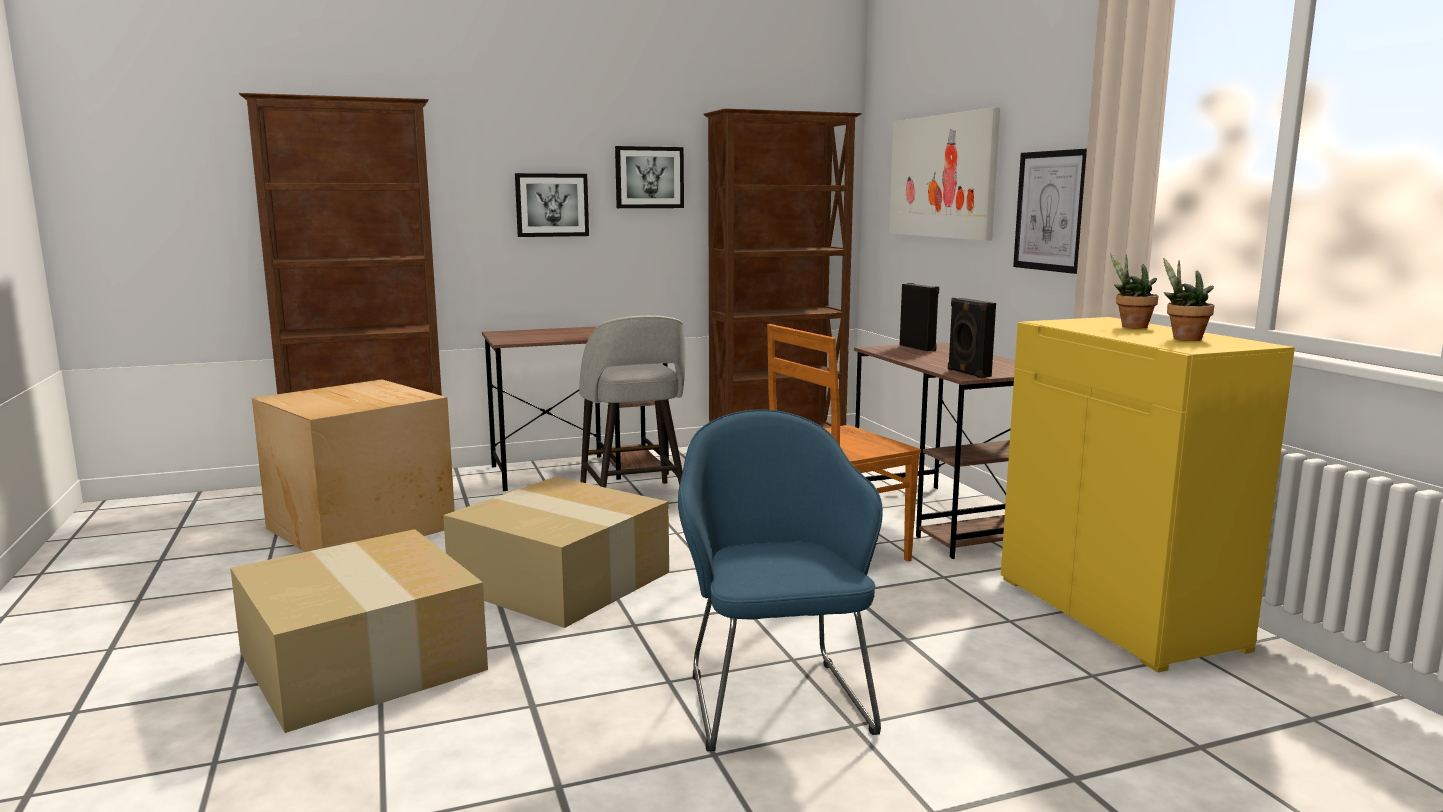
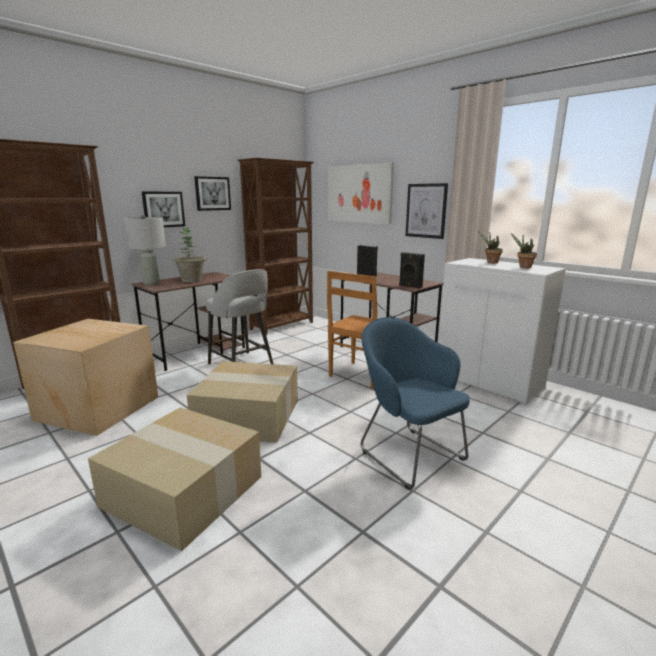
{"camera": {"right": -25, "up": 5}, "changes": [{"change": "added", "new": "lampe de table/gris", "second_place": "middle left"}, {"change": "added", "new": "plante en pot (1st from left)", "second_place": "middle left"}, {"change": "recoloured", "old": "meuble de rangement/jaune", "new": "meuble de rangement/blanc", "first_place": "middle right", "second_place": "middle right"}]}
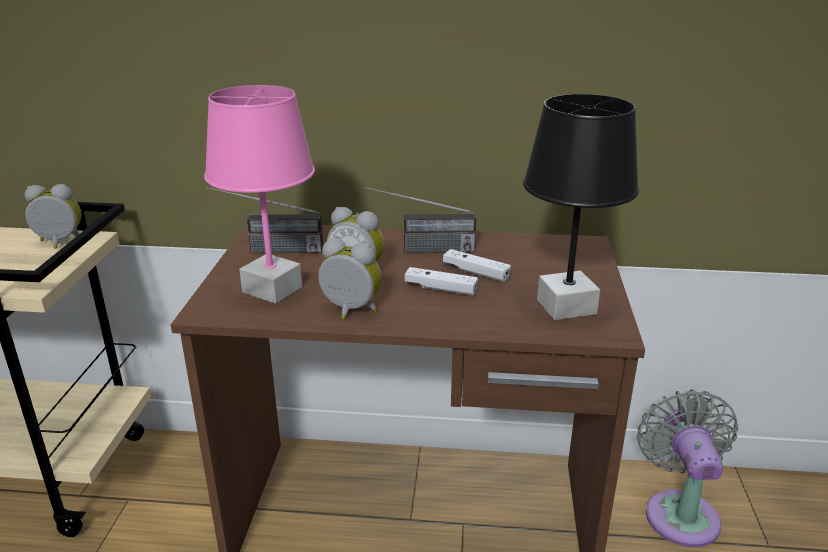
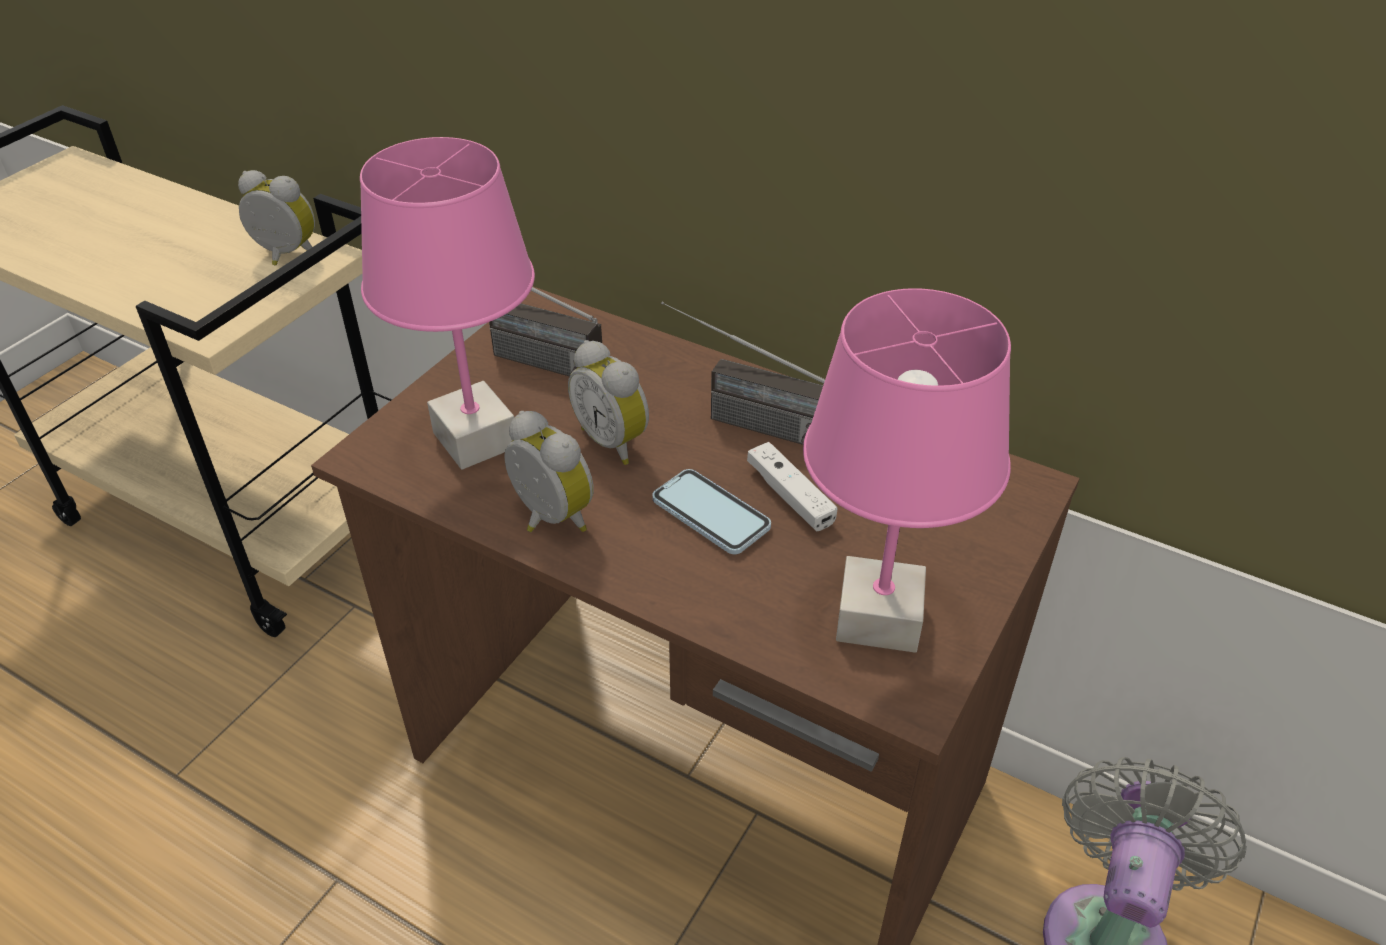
{"camera": {"right": 25, "up": 15}, "changes": [{"change": "replaced", "old": "manette/blanc (1st from left)", "new": "téléphone", "first_place": "centre", "second_place": "centre"}, {"change": "recoloured", "old": "lampe de table/noir", "new": "lampe de table/rose (2nd from left)", "first_place": "middle right", "second_place": "centre"}]}
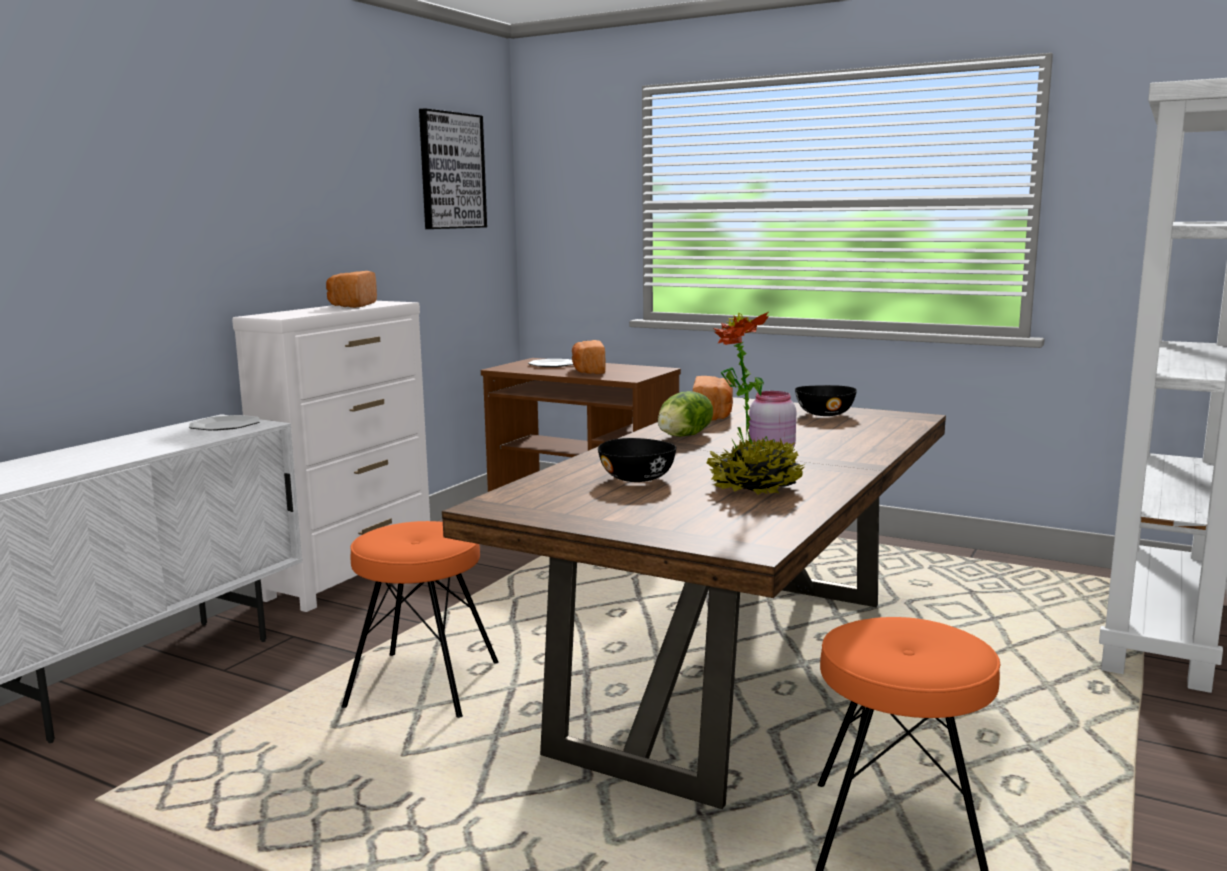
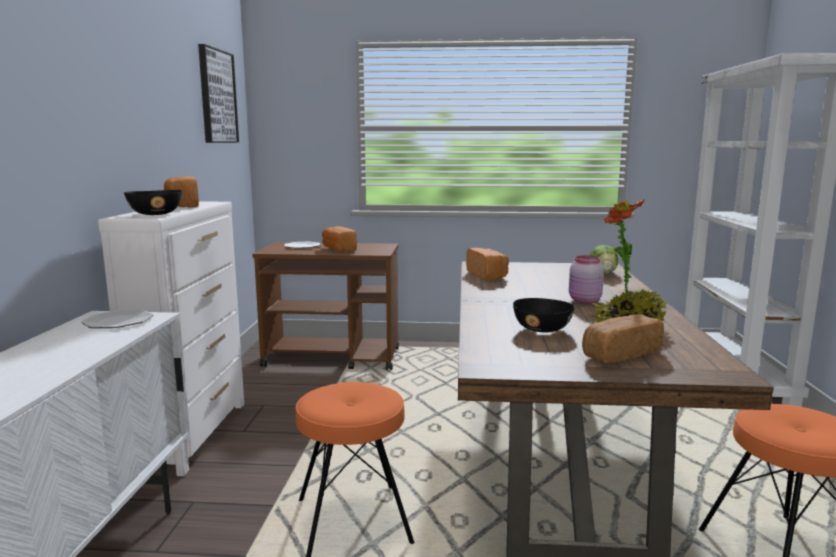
{"camera": {"right": -25, "up": 0}, "changes": [{"change": "added", "new": "pain (4th from left)", "second_place": "middle right"}, {"change": "moved", "old": "laitue", "first_place": "centre", "second_place": "middle right"}, {"change": "moved", "old": "bol/noir (2nd from left in the first image)", "new": "bol/noir (1st from left)", "first_place": "middle right", "second_place": "middle left"}]}
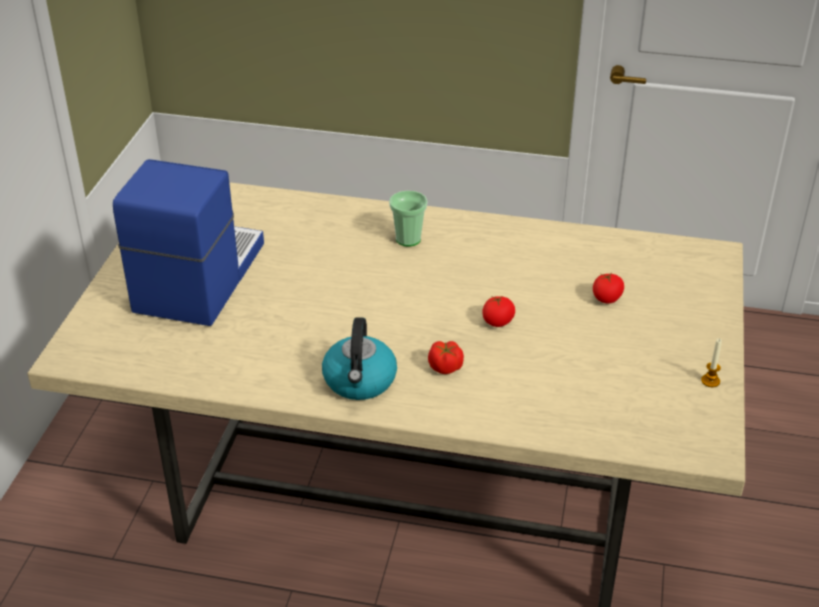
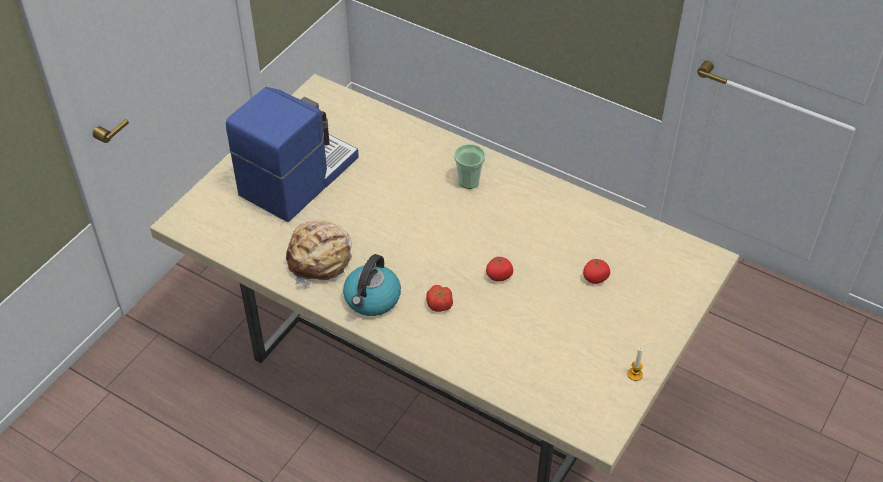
{"camera": {"right": 20, "up": 10}, "changes": [{"change": "added", "new": "pain", "second_place": "centre"}]}
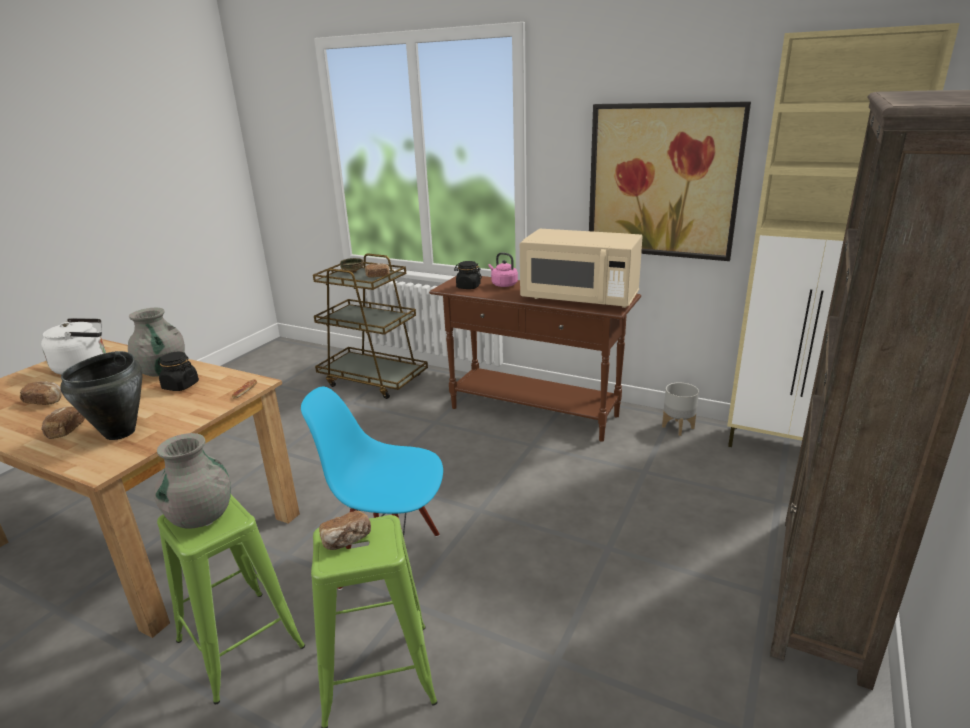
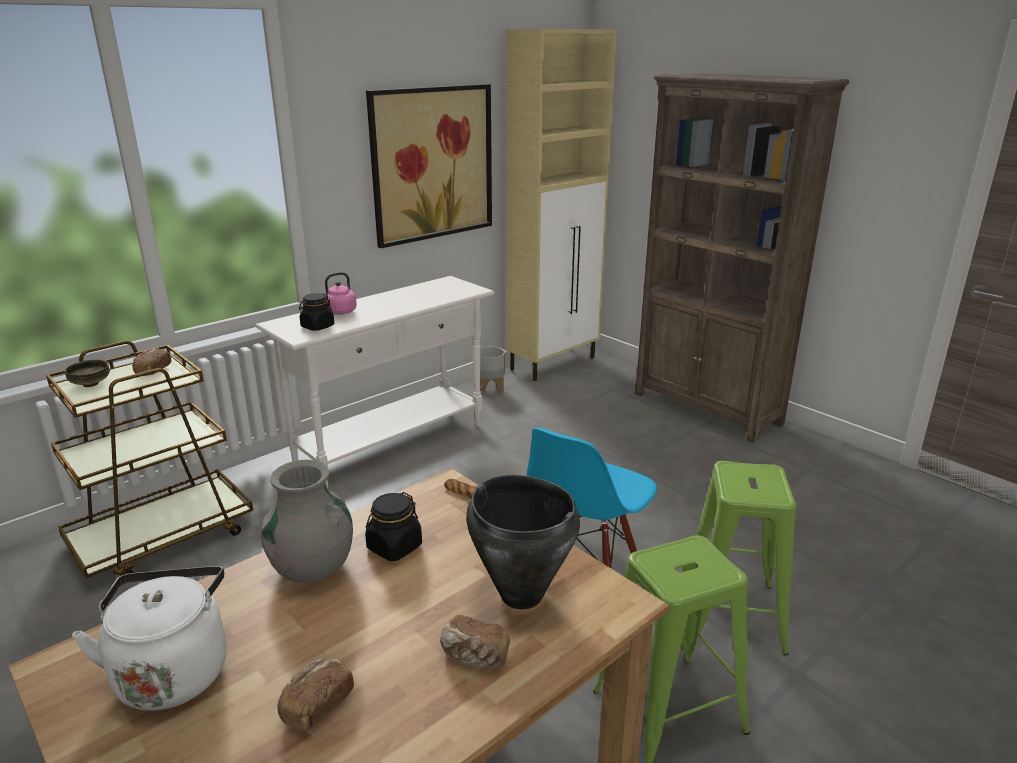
{"camera": {"right": -70, "up": 0}, "changes": [{"change": "removed", "old": "vase/gris (2nd from left)", "first_place": "middle left"}, {"change": "removed", "old": "pain (4th from left)", "first_place": "bottom centre"}, {"change": "removed", "old": "micro-ondes/beige", "first_place": "centre"}, {"change": "recoloured", "old": "table console/marron", "new": "table console/blanc", "first_place": "centre", "second_place": "centre"}]}
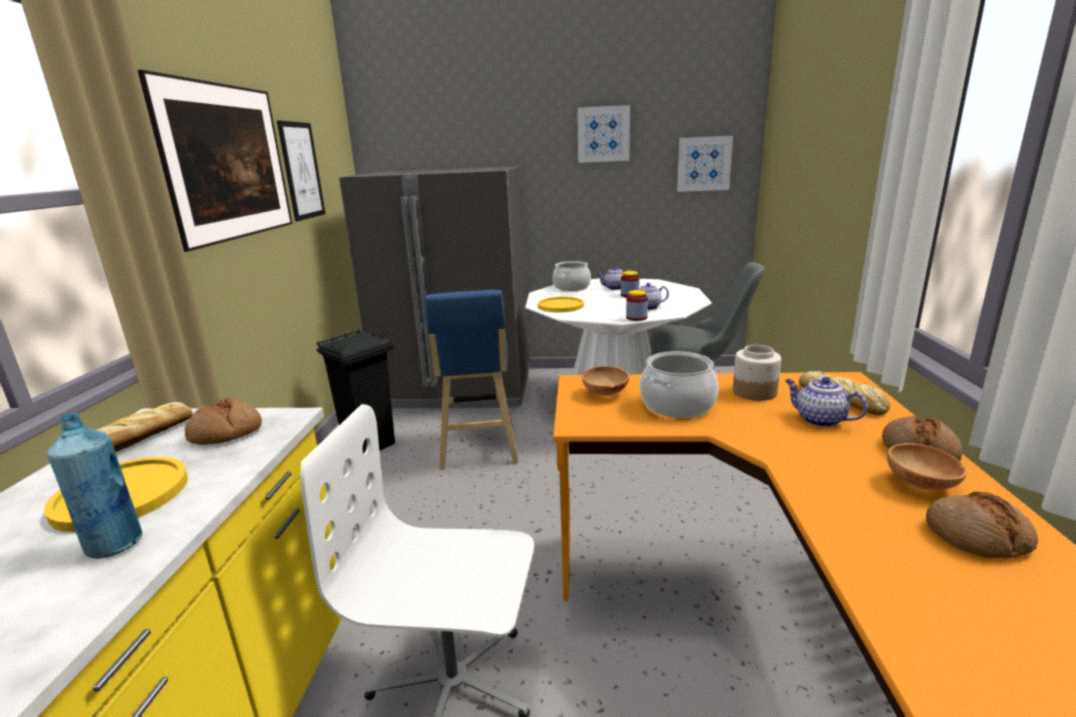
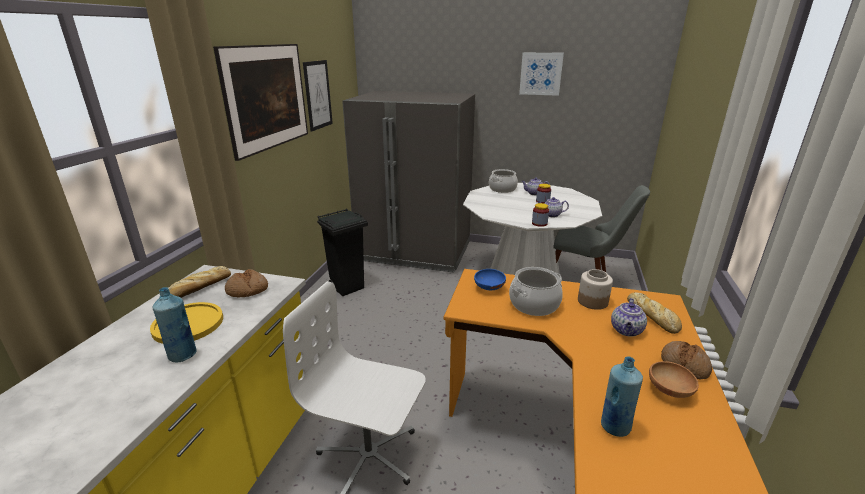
{"camera": {"right": 10, "up": 5}, "changes": [{"change": "removed", "old": "tabouret/bleu", "first_place": "centre"}, {"change": "removed", "old": "assiette/jaune (2nd from left)", "first_place": "centre"}, {"change": "removed", "old": "tableau (4th from left)", "first_place": "top centre"}, {"change": "removed", "old": "pain (5th from left)", "first_place": "bottom right"}, {"change": "added", "new": "bouteille/bleu (2nd from left)", "second_place": "bottom right"}, {"change": "recoloured", "old": "bol/marron (1st from left)", "new": "bol/bleu", "first_place": "centre", "second_place": "centre"}, {"change": "turned", "old": "théière (3rd from left)", "first_place": "middle right", "second_place": "middle right", "degrees": -120}]}
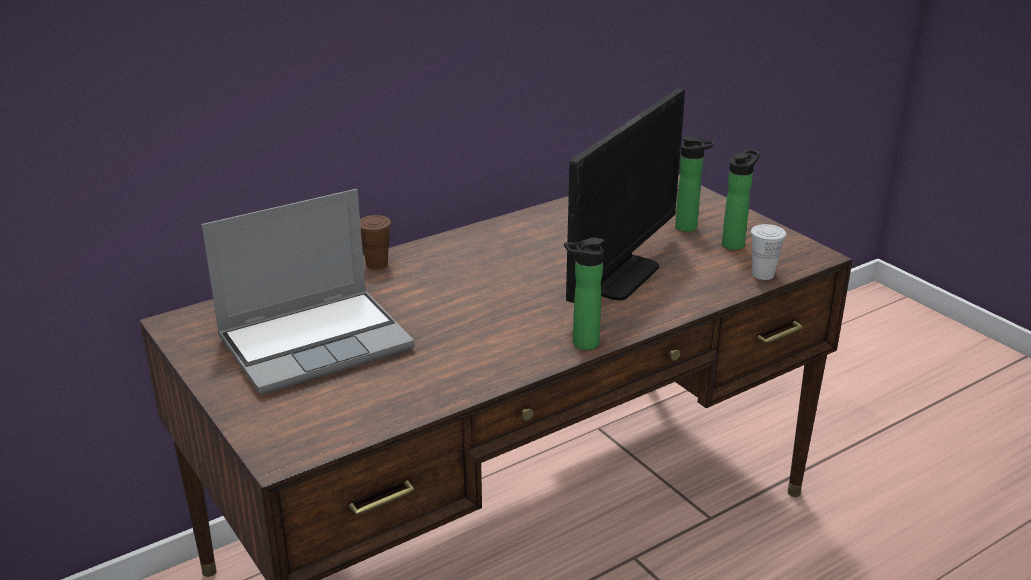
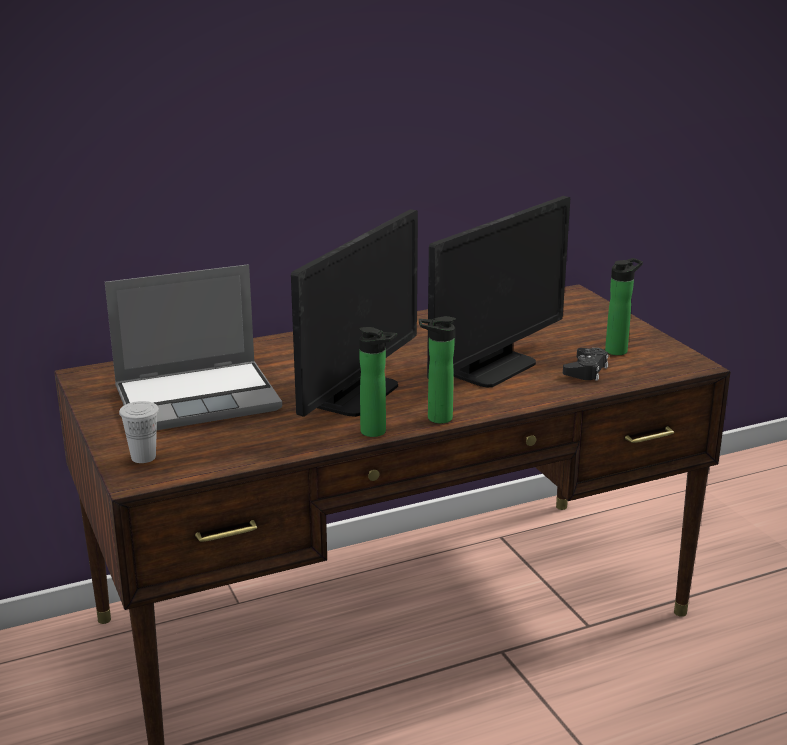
{"camera": {"right": 10, "up": -5}, "changes": [{"change": "removed", "old": "tasse/marron", "first_place": "centre"}, {"change": "added", "new": "écran d'ordinateur (1st from left)", "second_place": "centre"}, {"change": "added", "new": "manette/noir", "second_place": "middle right"}, {"change": "moved", "old": "bouteille (2nd from left in the first image)", "new": "bouteille (1st from left)", "first_place": "top right", "second_place": "centre"}, {"change": "moved", "old": "tasse/blanc", "first_place": "middle right", "second_place": "middle left"}]}
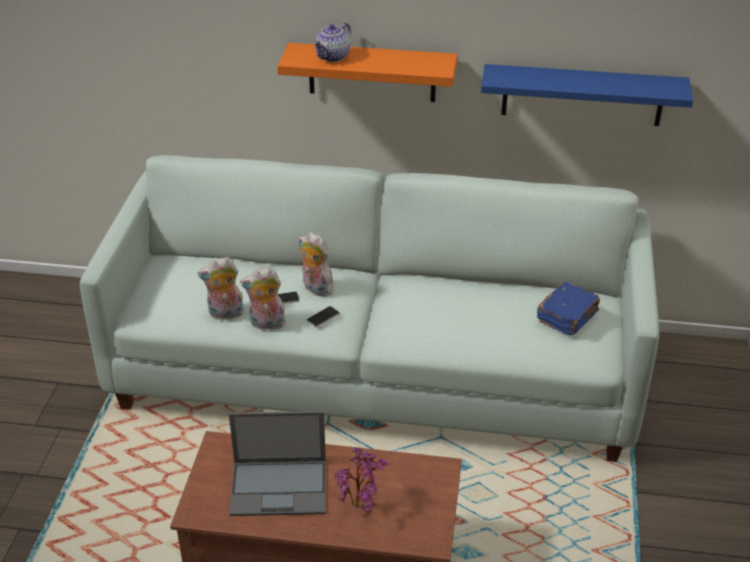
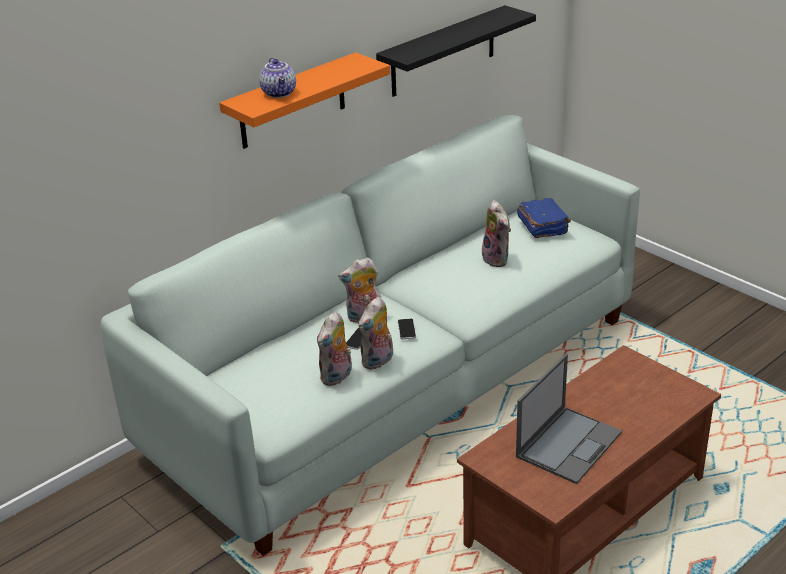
{"camera": {"right": -50, "up": -5}, "changes": [{"change": "removed", "old": "plante en pot", "first_place": "bottom centre"}, {"change": "added", "new": "peluche (4th from left)", "second_place": "centre"}, {"change": "recoloured", "old": "étagère/bleu", "new": "étagère/noir", "first_place": "top right", "second_place": "top centre"}]}
